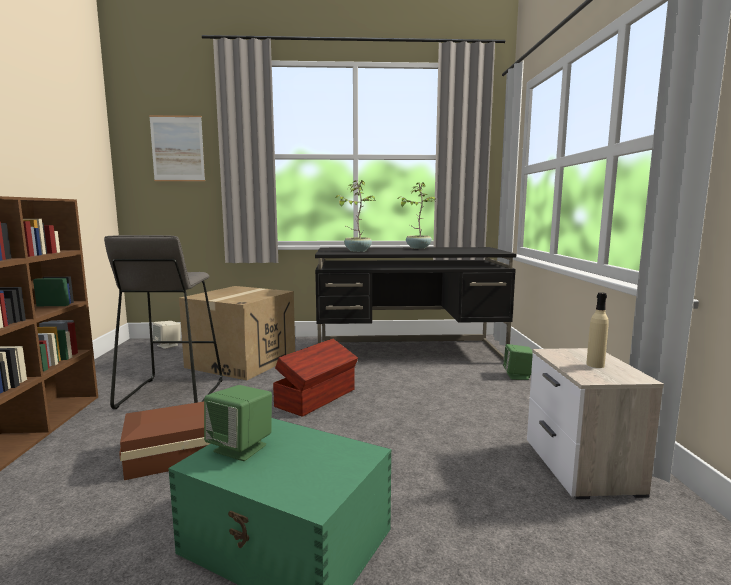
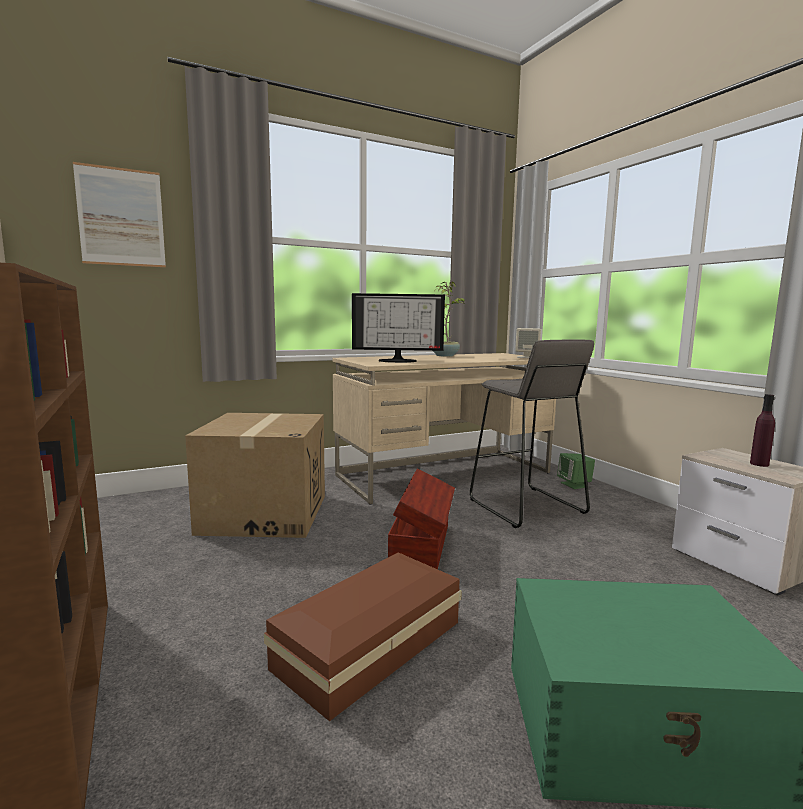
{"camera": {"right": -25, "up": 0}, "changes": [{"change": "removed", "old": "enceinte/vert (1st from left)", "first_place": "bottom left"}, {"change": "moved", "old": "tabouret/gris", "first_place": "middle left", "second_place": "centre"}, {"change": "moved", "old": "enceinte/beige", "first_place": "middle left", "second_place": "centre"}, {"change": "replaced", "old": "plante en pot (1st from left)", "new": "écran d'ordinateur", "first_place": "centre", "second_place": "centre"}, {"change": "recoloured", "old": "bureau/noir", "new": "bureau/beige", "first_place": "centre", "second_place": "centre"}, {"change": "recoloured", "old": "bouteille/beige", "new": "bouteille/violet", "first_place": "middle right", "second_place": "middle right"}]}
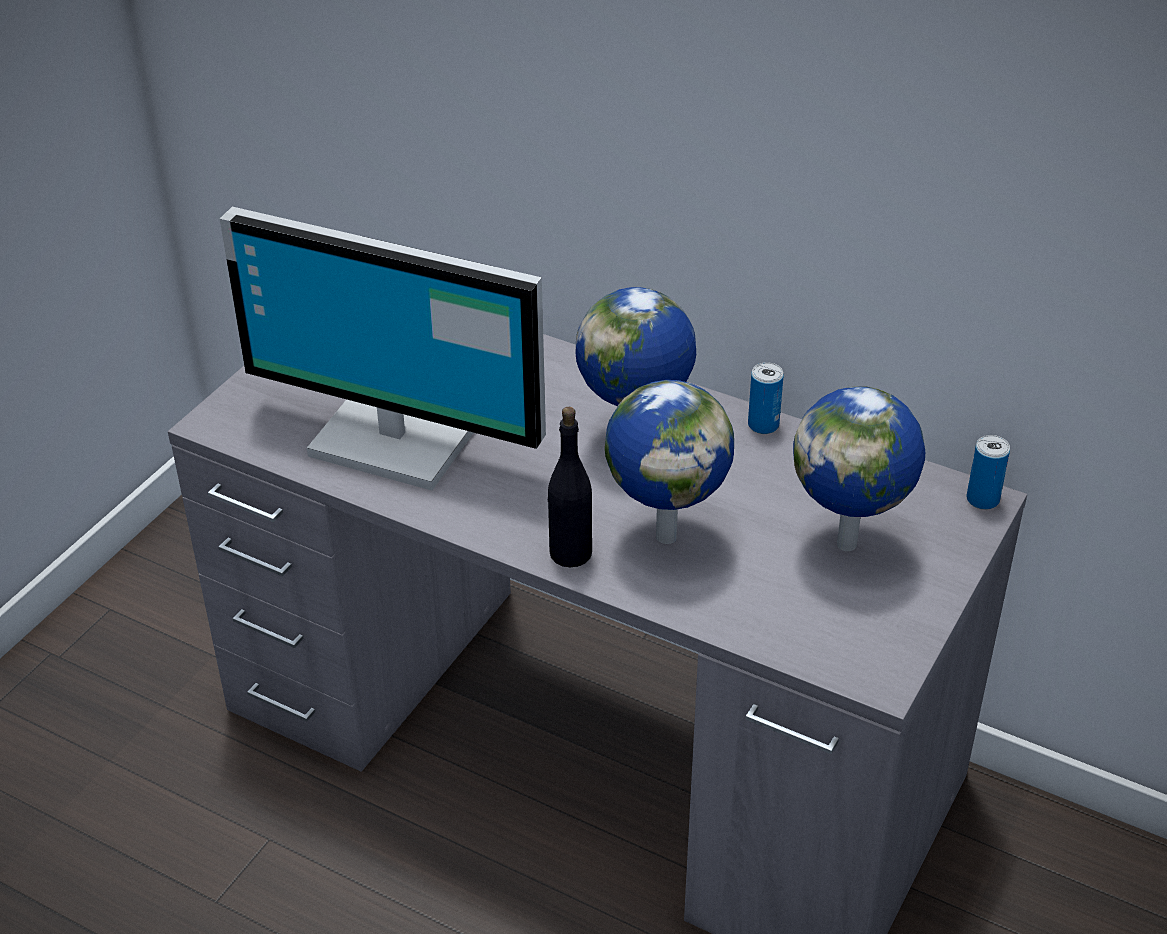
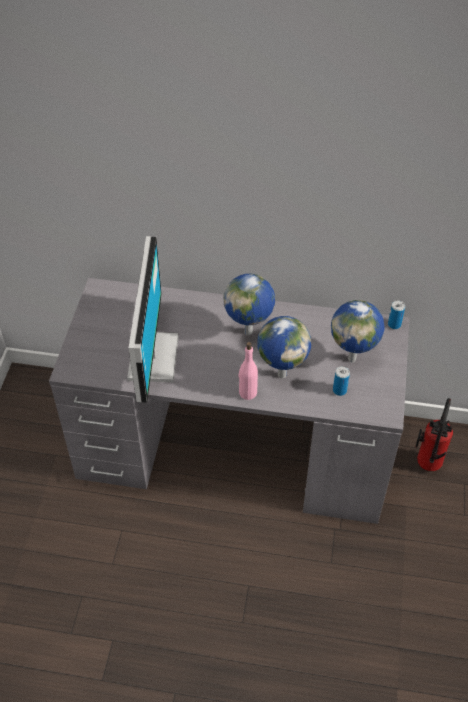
{"camera": {"right": -20, "up": 10}, "changes": [{"change": "added", "new": "extincteur", "second_place": "middle right"}, {"change": "moved", "old": "boîte métallique (1st from left)", "first_place": "centre", "second_place": "middle right"}, {"change": "recoloured", "old": "bouteille/noir", "new": "bouteille/rose", "first_place": "centre", "second_place": "centre"}, {"change": "turned", "old": "écran d'ordinateur", "first_place": "middle left", "second_place": "middle left", "degrees": -90}]}
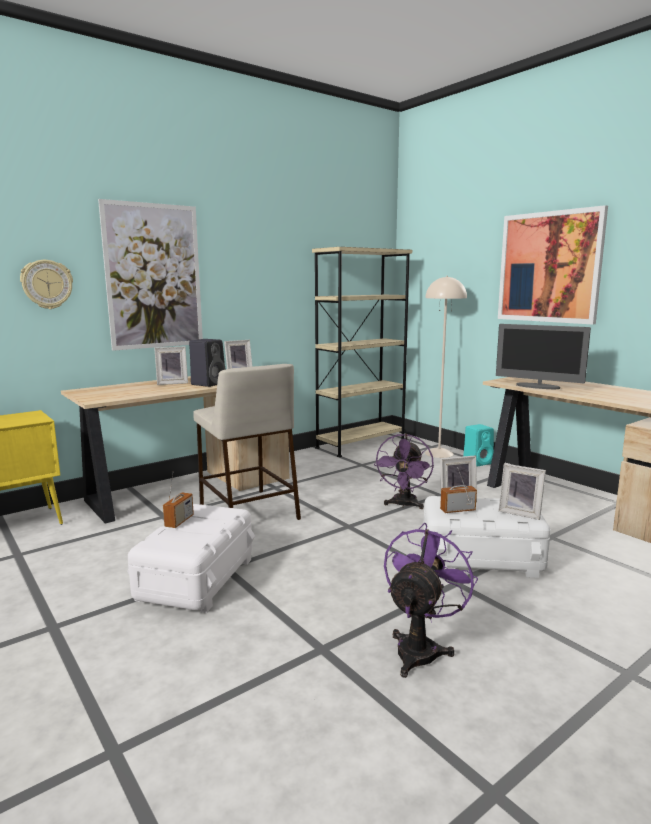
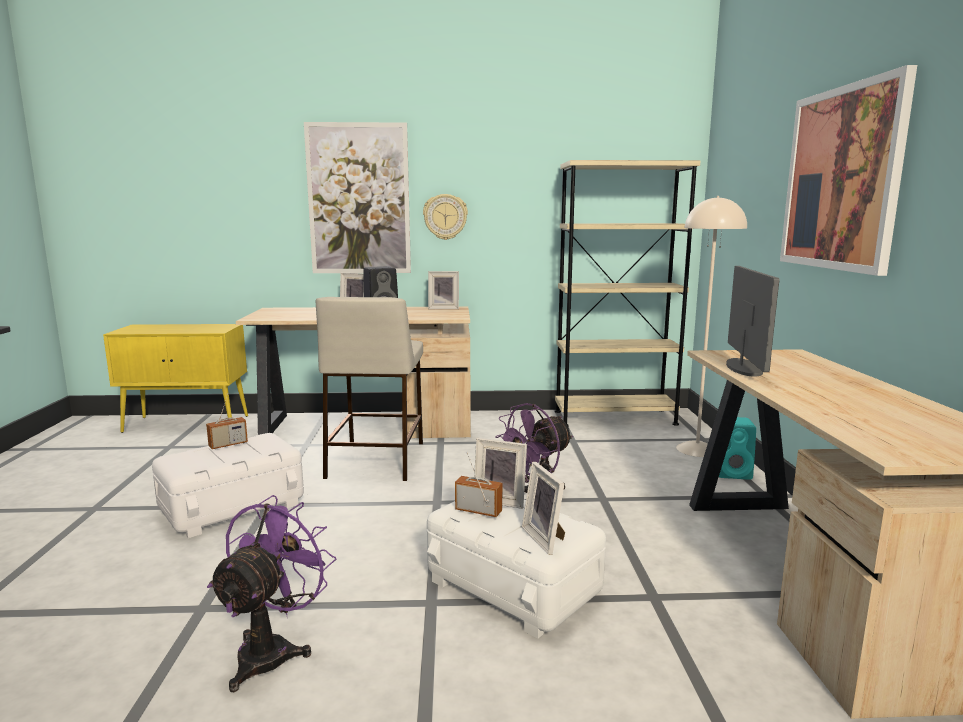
{"camera": {"right": 35, "up": 0}, "changes": [{"change": "moved", "old": "horloge murale", "first_place": "middle left", "second_place": "top centre"}, {"change": "turned", "old": "ventilateur/violet (2nd from left in the first image)", "first_place": "bottom centre", "second_place": "bottom left", "degrees": -45}, {"change": "turned", "old": "écran d'ordinateur", "first_place": "middle right", "second_place": "middle right", "degrees": -150}]}
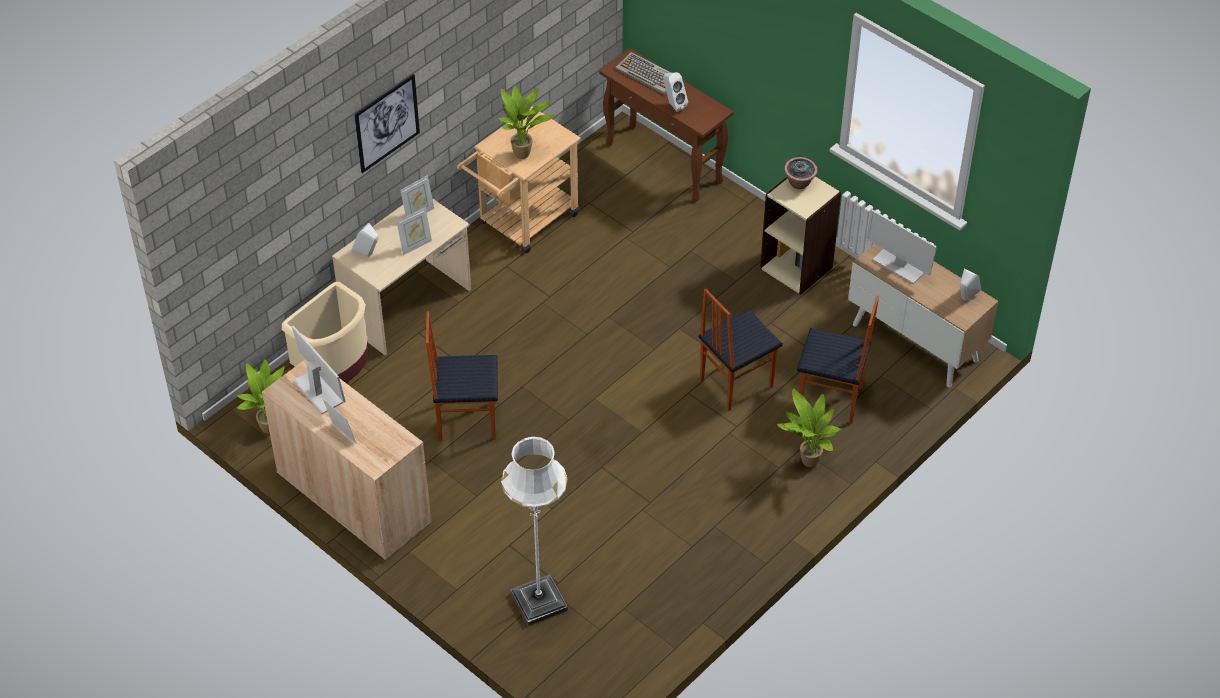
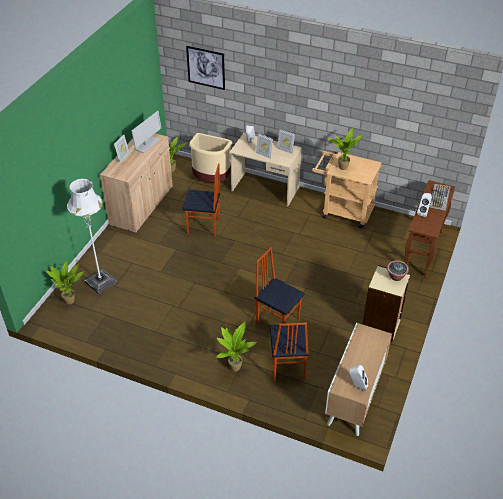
{"camera": {"right": 70, "up": -5}, "changes": [{"change": "removed", "old": "écran d'ordinateur (2nd from left)", "first_place": "middle right"}, {"change": "added", "new": "plante en pot (1st from left)", "second_place": "middle left"}, {"change": "moved", "old": "tableau", "first_place": "top left", "second_place": "top centre"}, {"change": "turned", "old": "chaise (1st from left)", "first_place": "centre", "second_place": "centre", "degrees": 120}]}
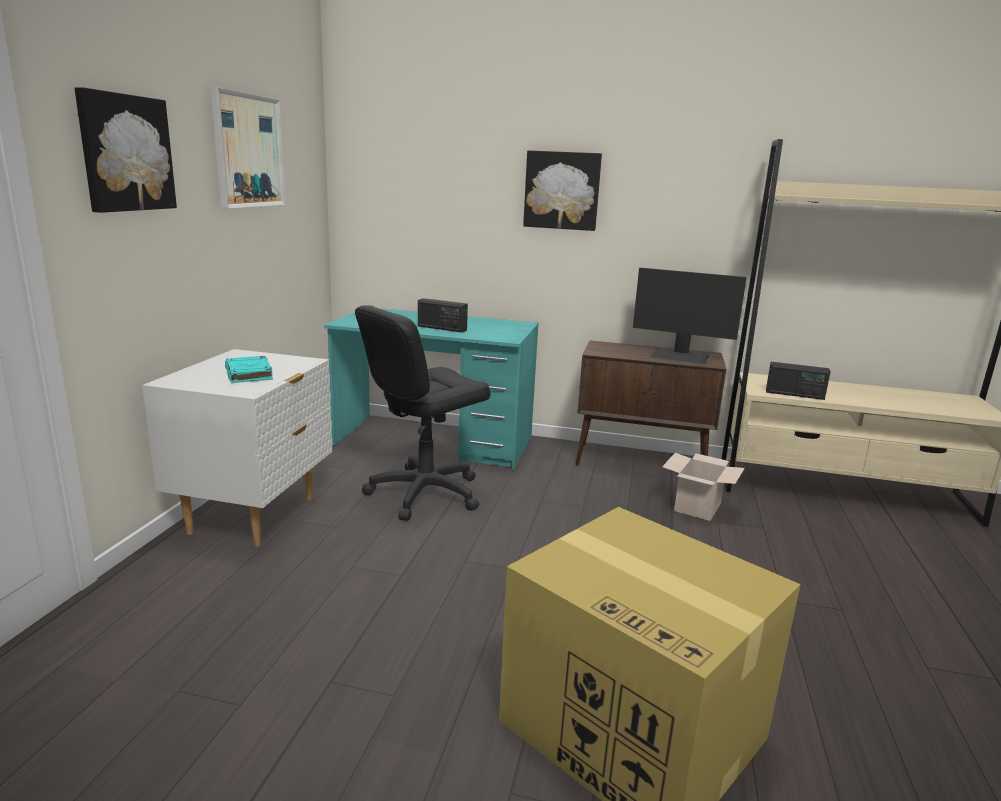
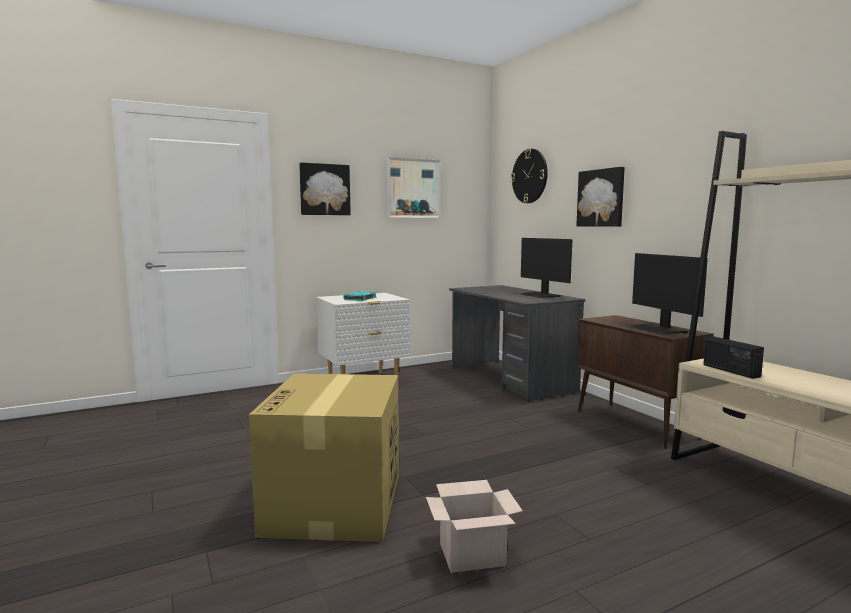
{"camera": {"right": 50, "up": -10}, "changes": [{"change": "removed", "old": "chaise de bureau/noir", "first_place": "centre"}, {"change": "removed", "old": "radio (1st from left)", "first_place": "centre"}, {"change": "added", "new": "horloge murale", "second_place": "top centre"}, {"change": "added", "new": "écran d'ordinateur (1st from left)", "second_place": "centre"}, {"change": "moved", "old": "carton (2nd from left)", "first_place": "middle right", "second_place": "bottom centre"}, {"change": "recoloured", "old": "bureau/turquoise", "new": "bureau/gris", "first_place": "centre", "second_place": "centre"}]}
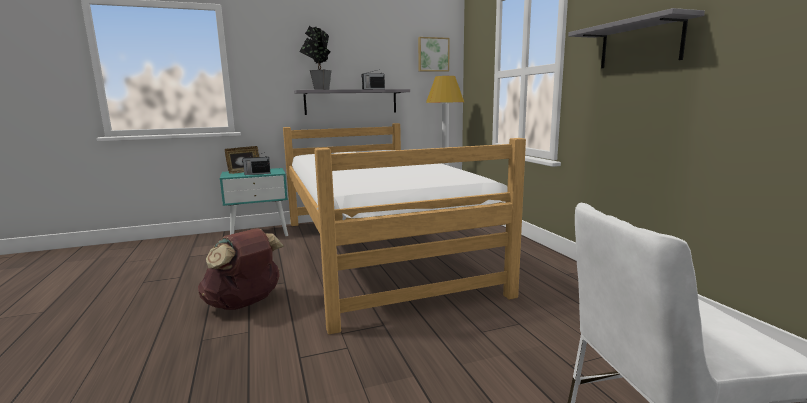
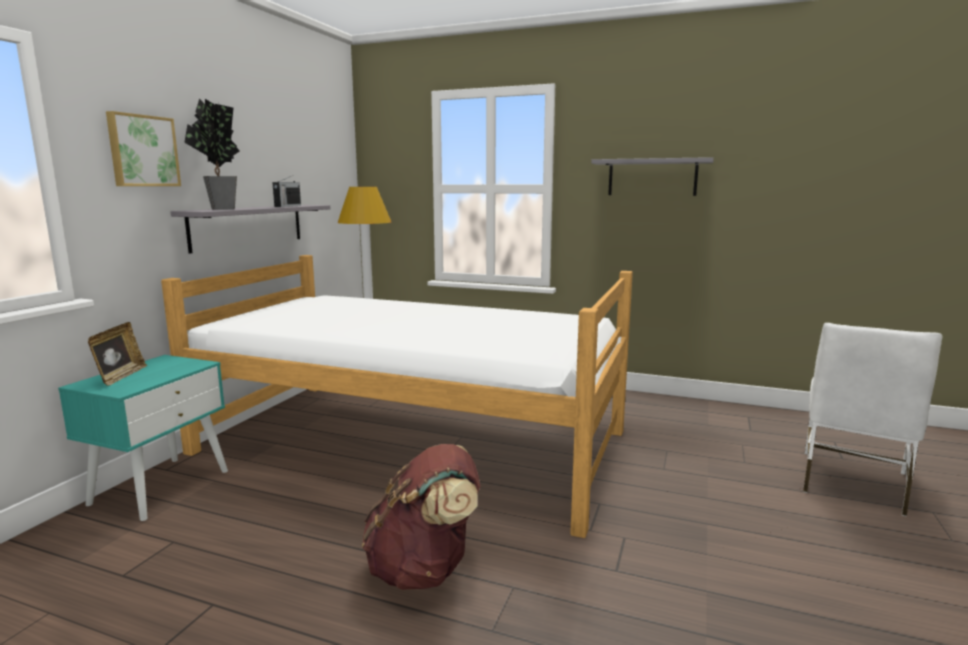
{"camera": {"right": -50, "up": 0}, "changes": [{"change": "removed", "old": "radio (1st from left)", "first_place": "middle left"}, {"change": "moved", "old": "tableau", "first_place": "top centre", "second_place": "top left"}]}
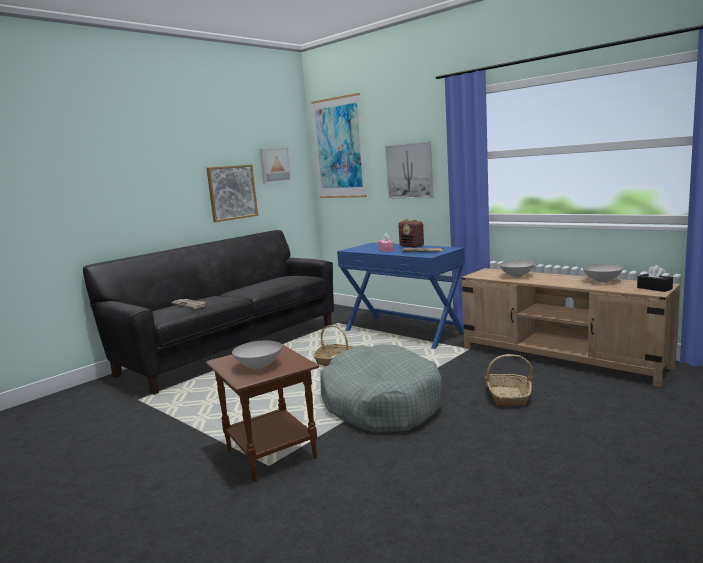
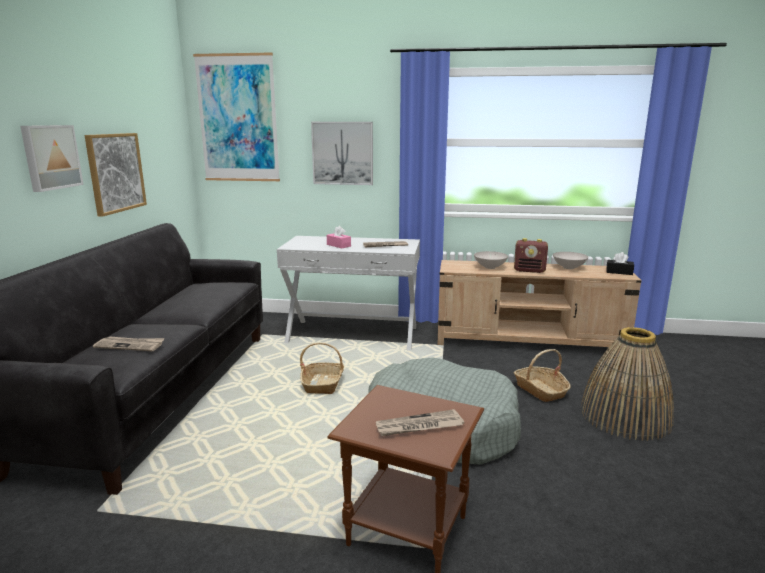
{"camera": {"right": -35, "up": 5}, "changes": [{"change": "added", "new": "panier (3rd from left)", "second_place": "bottom right"}, {"change": "moved", "old": "tableau (2nd from left in the first image)", "new": "tableau (1st from left)", "first_place": "top centre", "second_place": "top left"}, {"change": "moved", "old": "radio", "first_place": "centre", "second_place": "middle right"}, {"change": "replaced", "old": "bol/blanc (1st from left)", "new": "journal (3rd from left)", "first_place": "centre", "second_place": "bottom centre"}, {"change": "recoloured", "old": "table console/bleu", "new": "table console/blanc", "first_place": "centre", "second_place": "centre"}]}
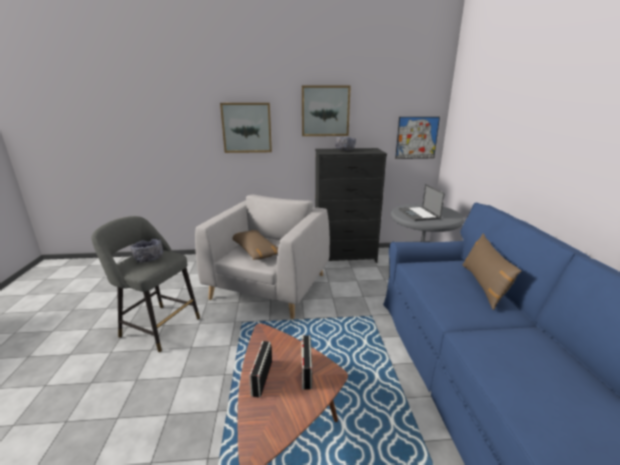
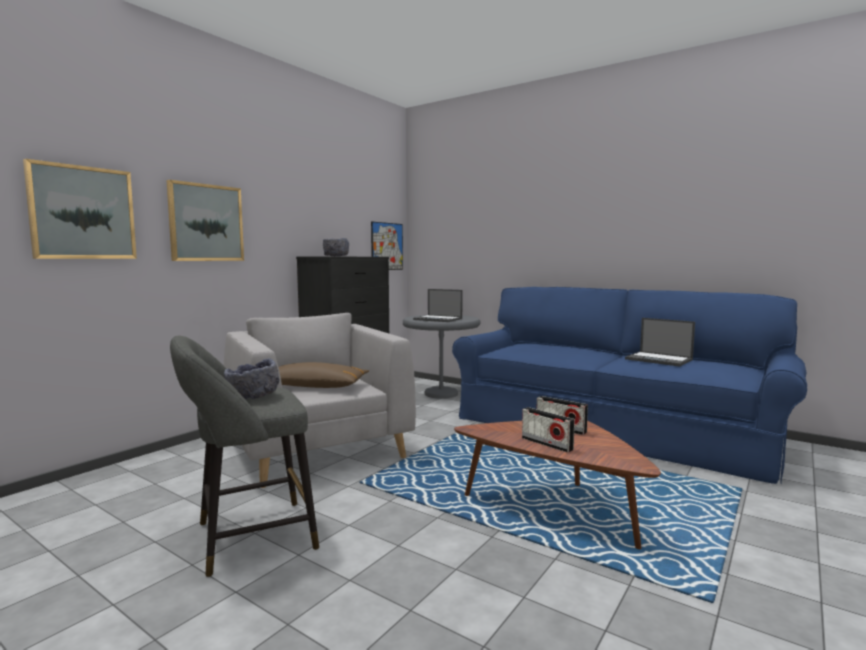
{"camera": {"right": -50, "up": -15}, "changes": [{"change": "removed", "old": "coussin/marron (2nd from left)", "first_place": "middle right"}, {"change": "added", "new": "ordinateur portable (2nd from left)", "second_place": "middle right"}, {"change": "moved", "old": "tableau (2nd from left in the first image)", "new": "tableau (1st from left)", "first_place": "top centre", "second_place": "top left"}]}
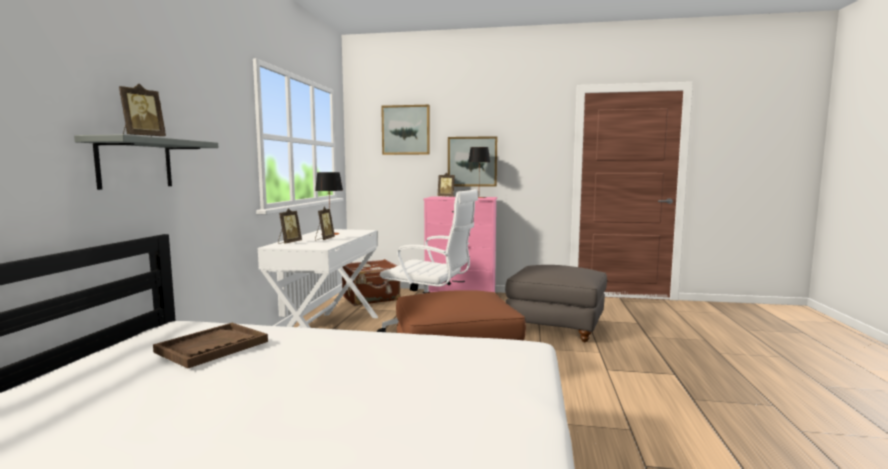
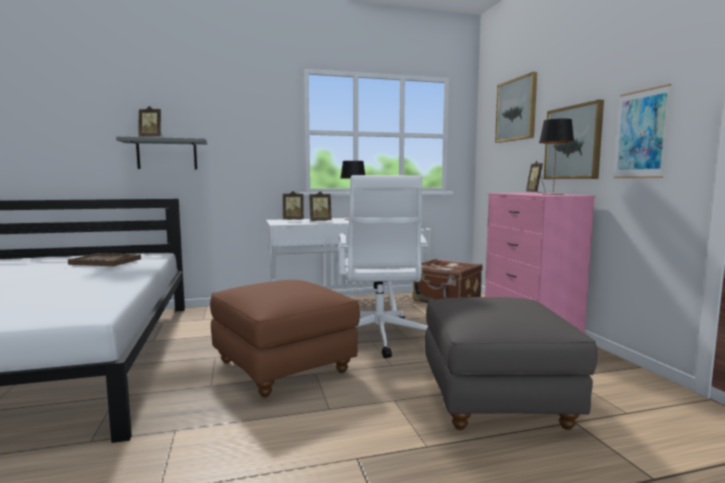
{"camera": {"right": 65, "up": 0}, "changes": [{"change": "added", "new": "tableau (3rd from left)", "second_place": "top right"}]}
